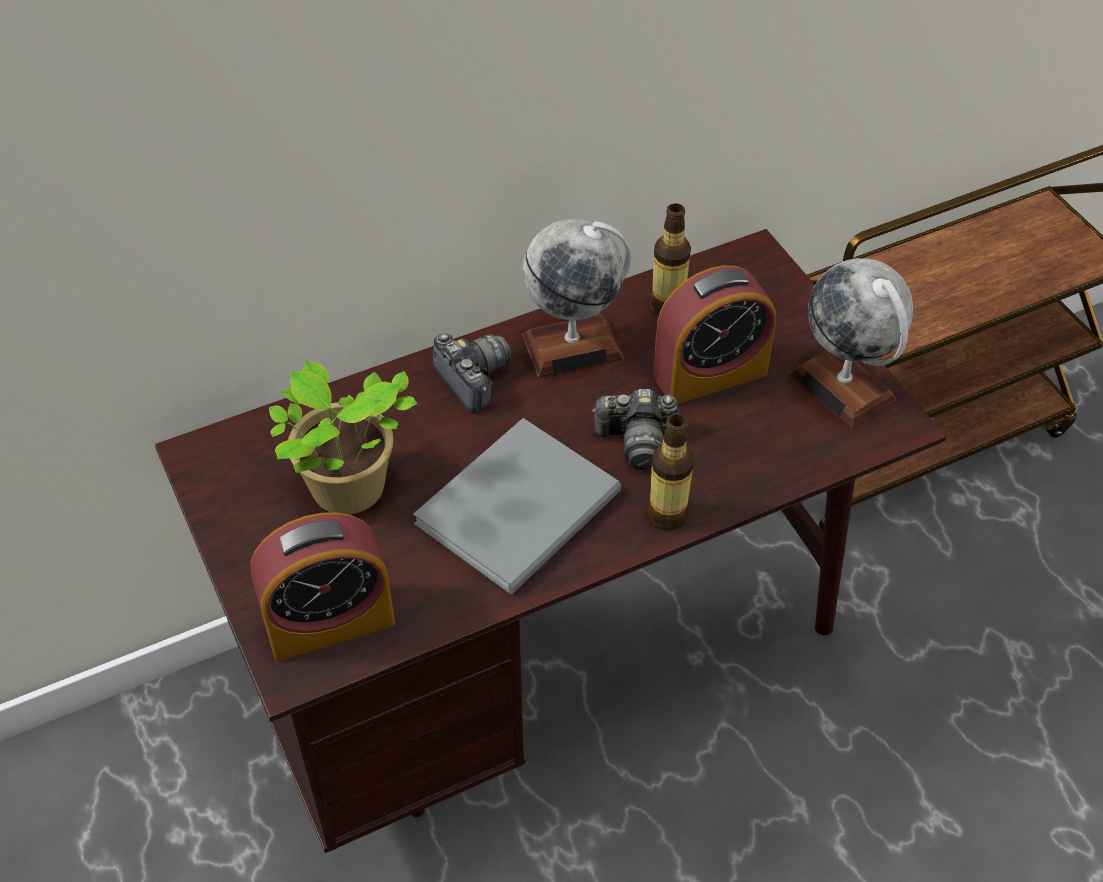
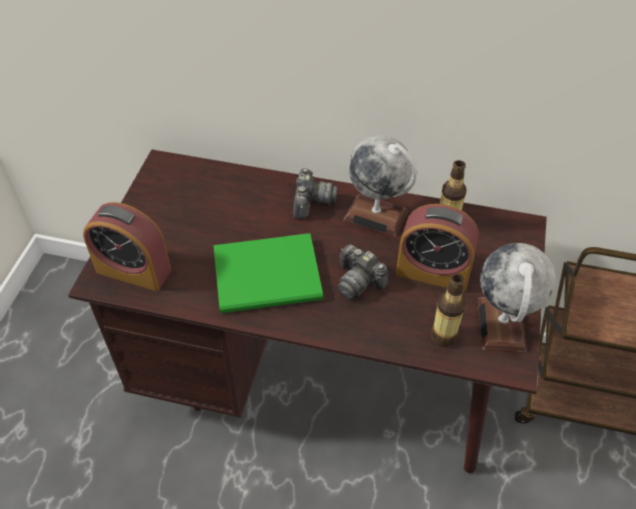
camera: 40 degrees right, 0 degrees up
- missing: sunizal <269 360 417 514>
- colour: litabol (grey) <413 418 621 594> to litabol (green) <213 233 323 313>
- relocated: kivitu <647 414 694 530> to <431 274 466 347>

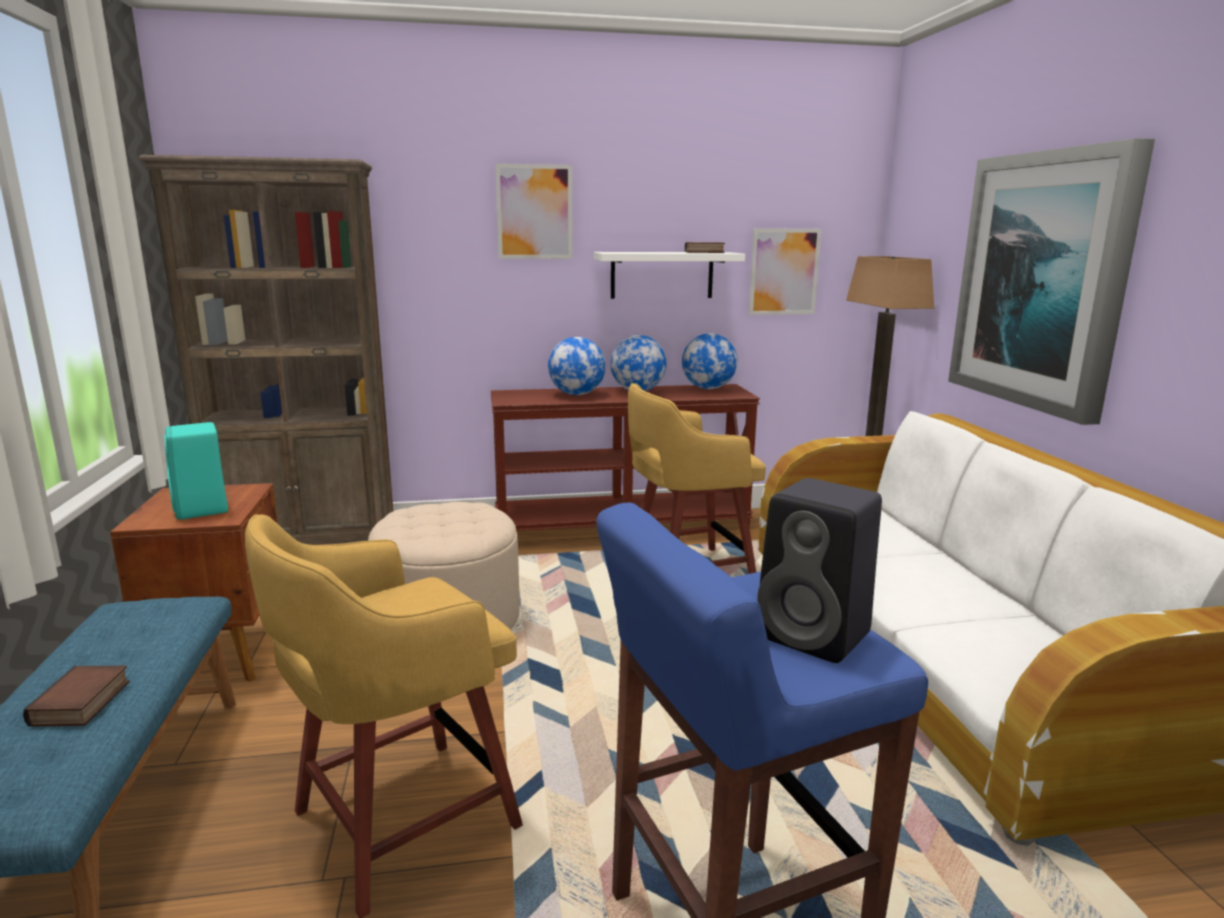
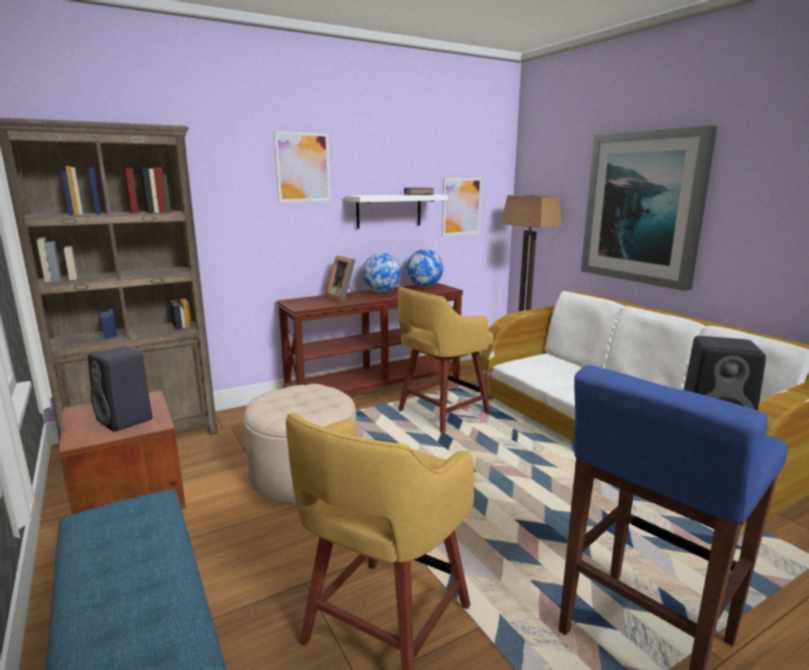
camera: 20 degrees left, 0 degrees up
- missing: litabol <23 666 130 727>
- colour: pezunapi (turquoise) <164 422 228 520> to pezunapi (black) <88 346 153 432>
- exchanged: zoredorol <548 337 606 395> to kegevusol <326 255 356 302>

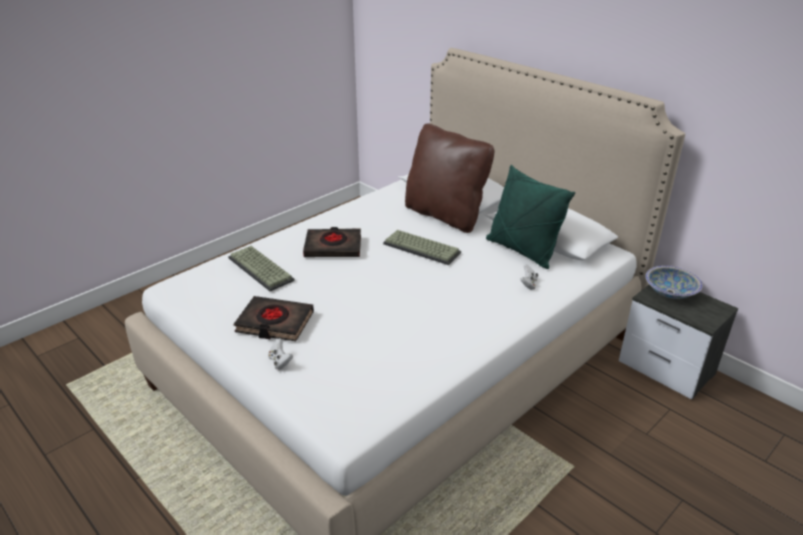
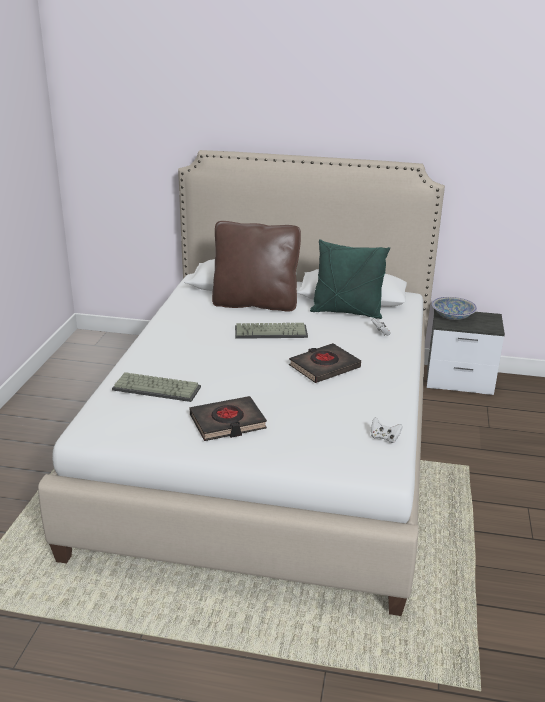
camera: 35 degrees left, 5 degrees down
- relocated: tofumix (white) <268 338 293 370> to <371 417 403 443>
- relocated: litabol (black) <303 227 361 257> to <289 343 361 383>

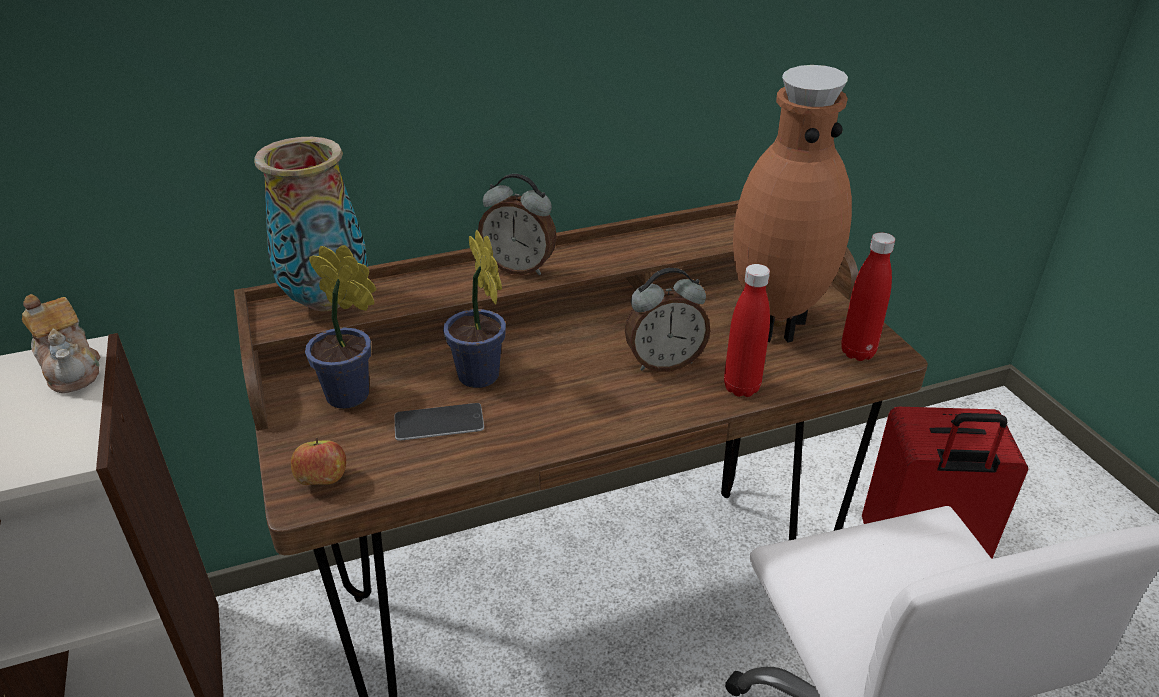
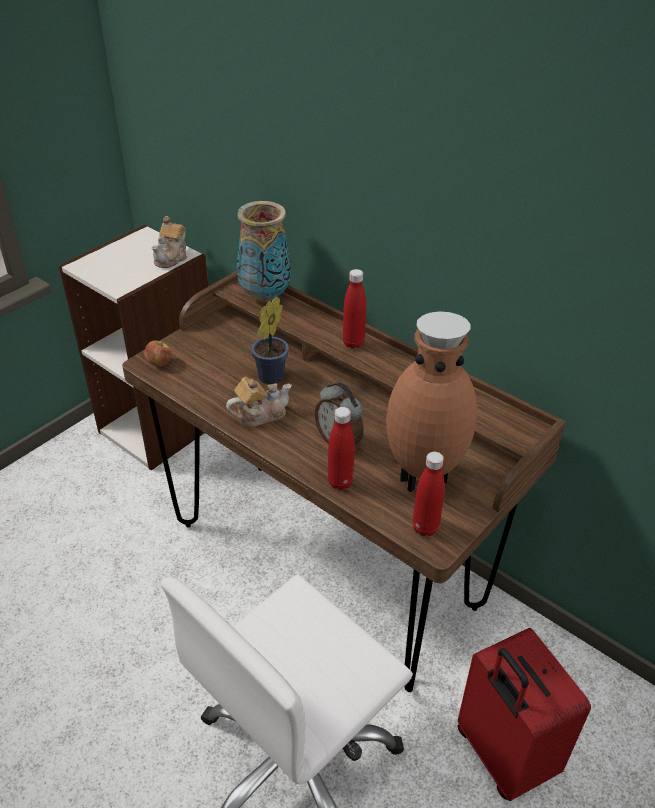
camera: 60 degrees right, 5 degrees up
- missing: sunizal <305 245 377 409>
- missing: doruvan <395 403 484 441>
- exchanged: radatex <478 174 557 275> to kivitu (red) <343 269 366 349>
- appeared: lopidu <226 377 292 427>

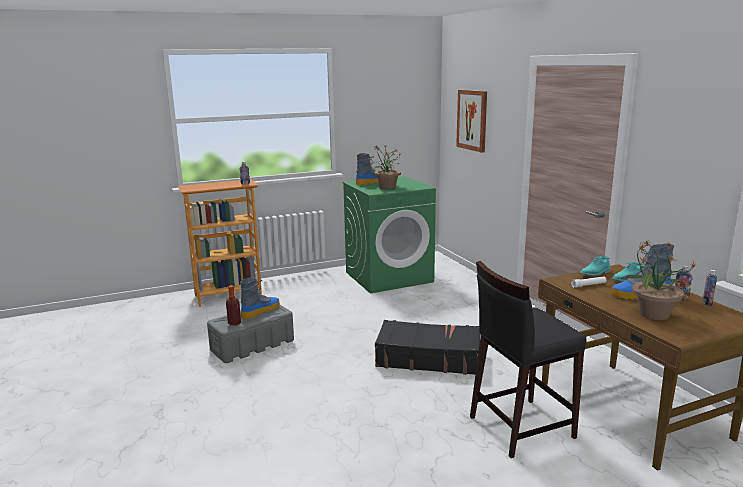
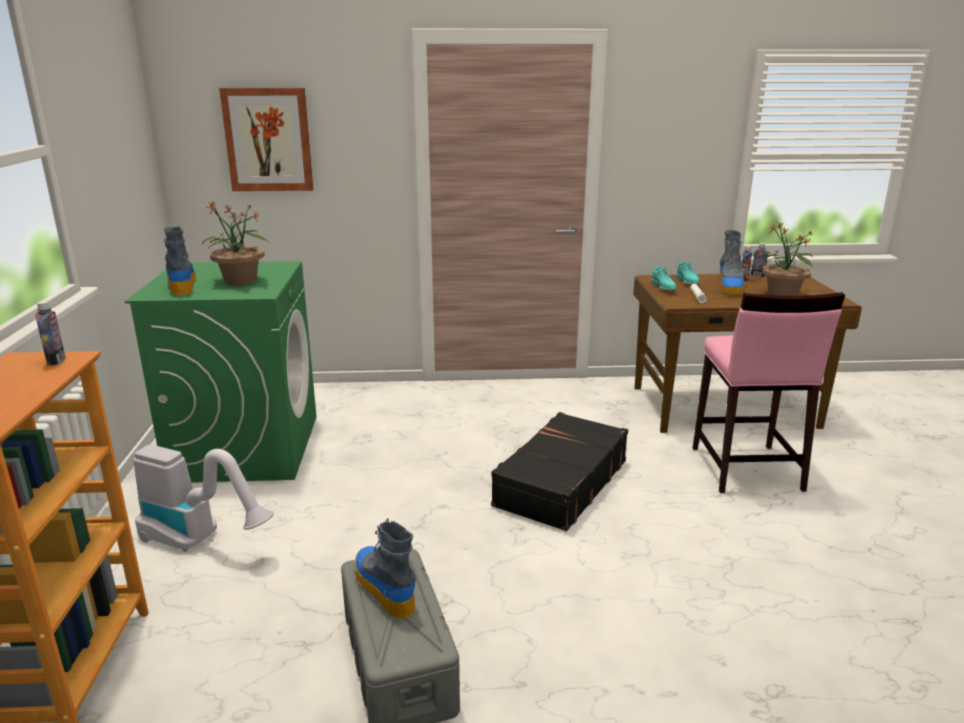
camera: 70 degrees left, 5 degrees up
- missing: kivitu <226 285 241 326>
- colour: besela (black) <470 261 586 458> to besela (pink) <693 292 845 493>
- appeared: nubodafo <133 445 274 552>

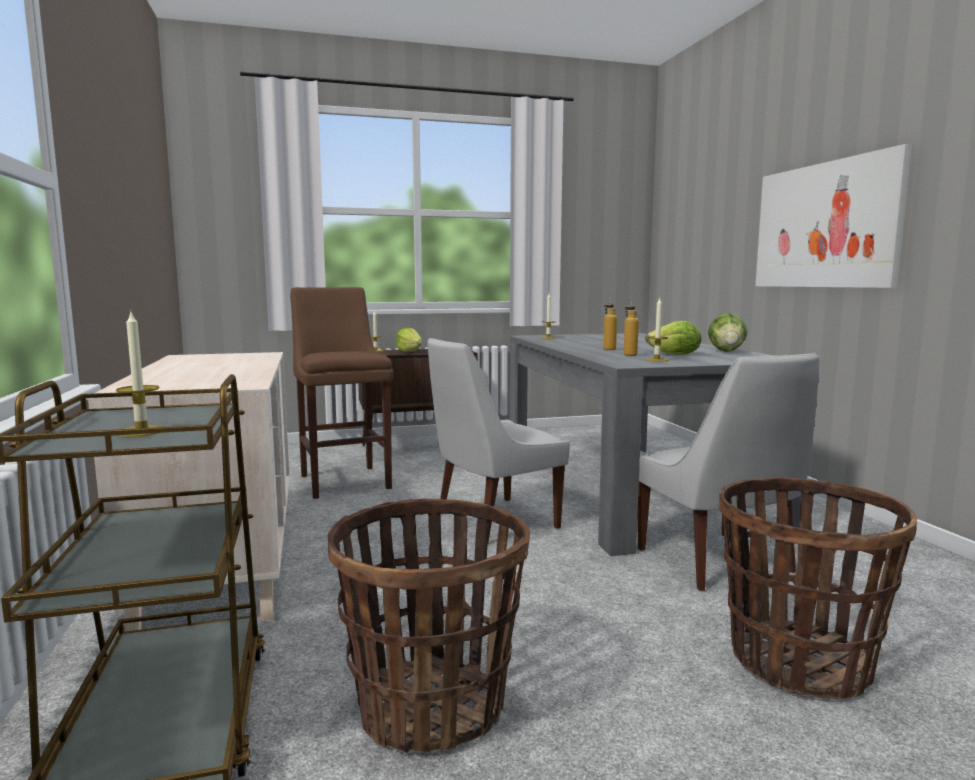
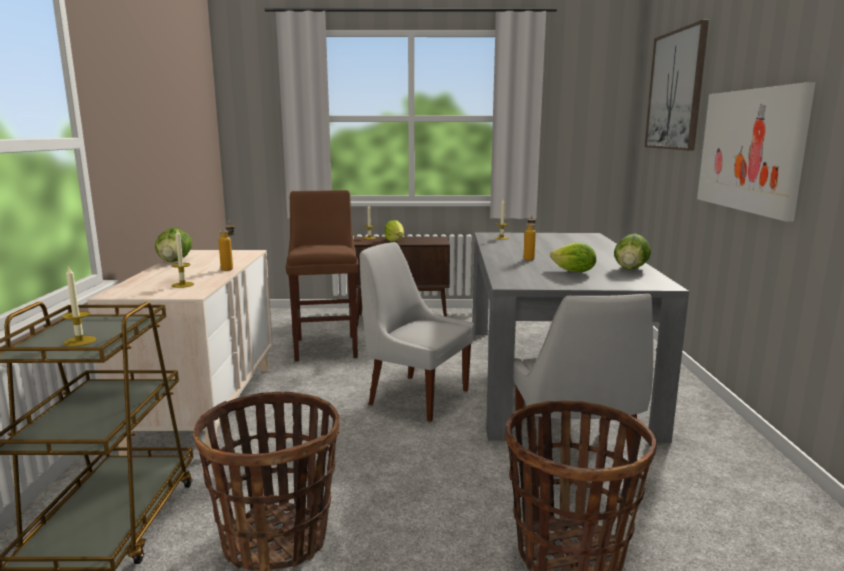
camera: 15 degrees right, 5 degrees up
- spun: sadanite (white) <428 338 570 542> = <360 242 474 422> 45 degrees clockwise
- relocated: kivitu <624 300 639 356> to <218 221 235 271>
- relocated: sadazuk <645 297 669 362> to <171 230 194 288>
- appeared: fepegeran <155 227 192 262>
- appeared: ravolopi <645 20 709 151>

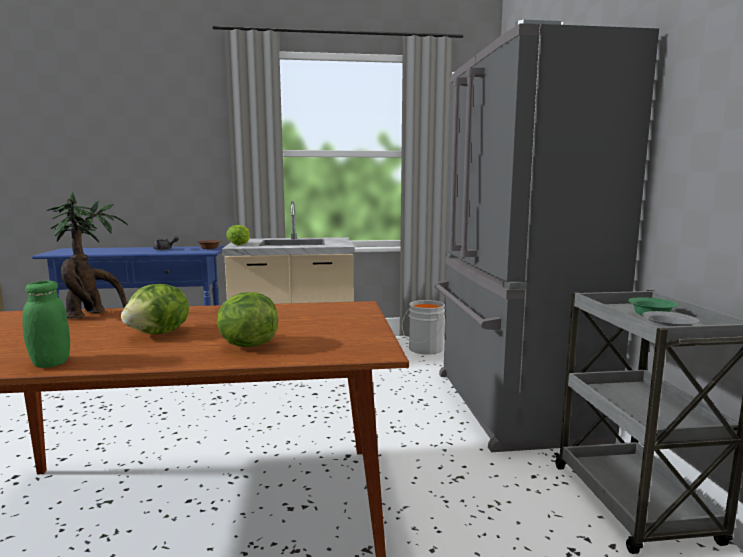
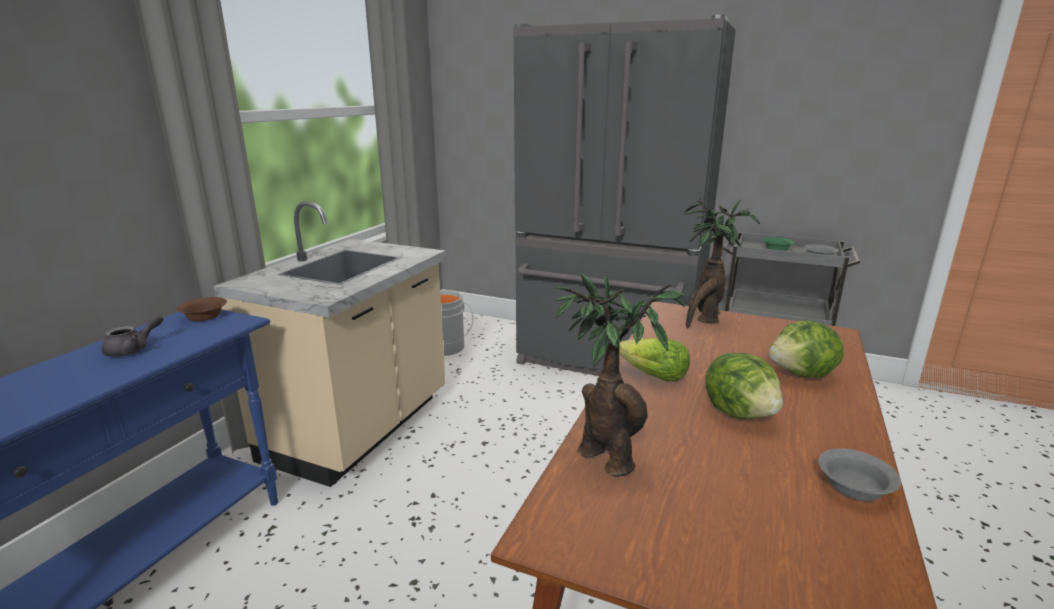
camera: 60 degrees left, 10 degrees up
- exchanged: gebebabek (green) <22 281 70 368> to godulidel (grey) <818 448 901 501>
- relocated: fepegeran <226 225 250 245> to <619 338 690 381>
- appeared: sunizal <685 197 760 328>

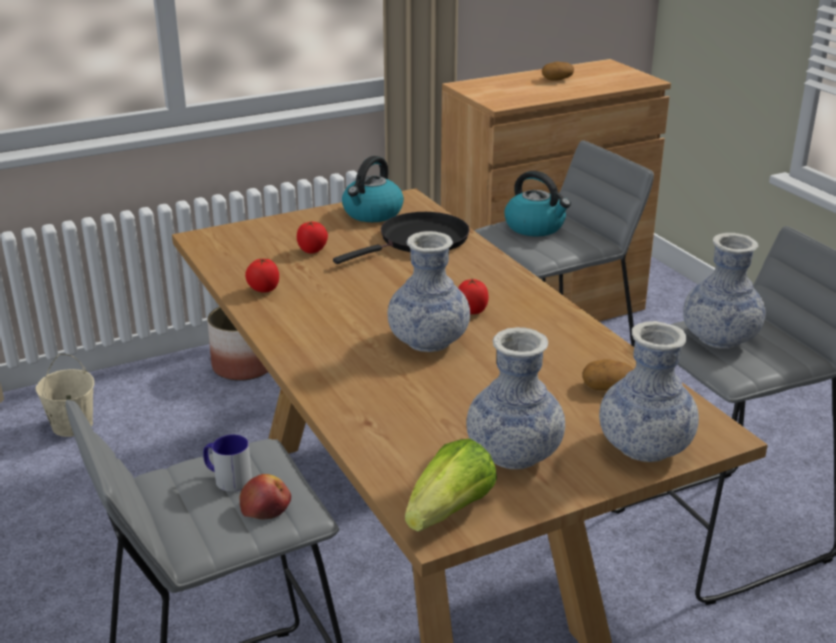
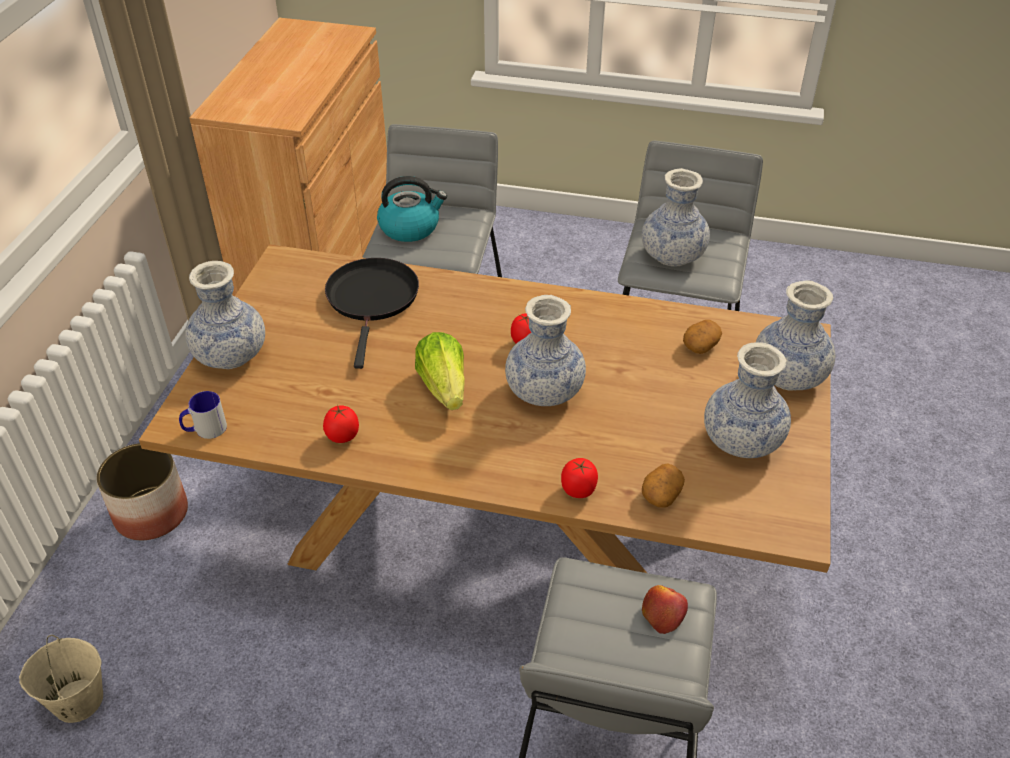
camera: 50 degrees left, 15 degrees up
- relocated: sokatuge <203 434 252 492> to <179 391 227 439>
- relocated: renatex <297 221 328 254> to <561 458 598 498>
- missing: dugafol <342 156 404 222>
- relocated: fepegeran <405 439 497 532> to <415 332 465 410>
- relocated: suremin <542 62 574 81> to <642 464 685 508>
- appeared: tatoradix <185 261 265 369>

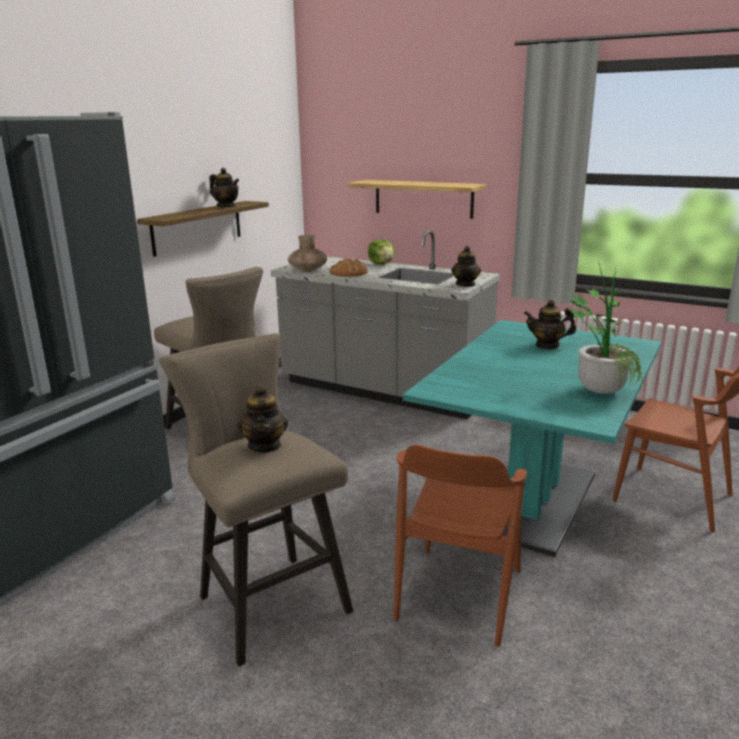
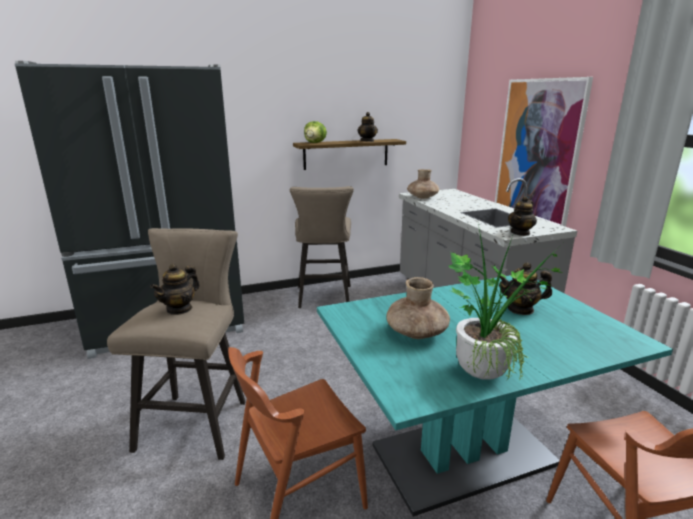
camera: 40 degrees right, 0 degrees up
- missing: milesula <329 258 368 276>
- exchanged: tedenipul <347 180 487 219> to ravolopi <495 77 593 227>
- relocated: fepegeran <368 239 395 265> to <304 121 327 143>
- spun: lopidu <524 300 576 349> = <497 262 552 315> 45 degrees counterclockwise
- appeared: tatoradix (brown) <386 277 450 339>

